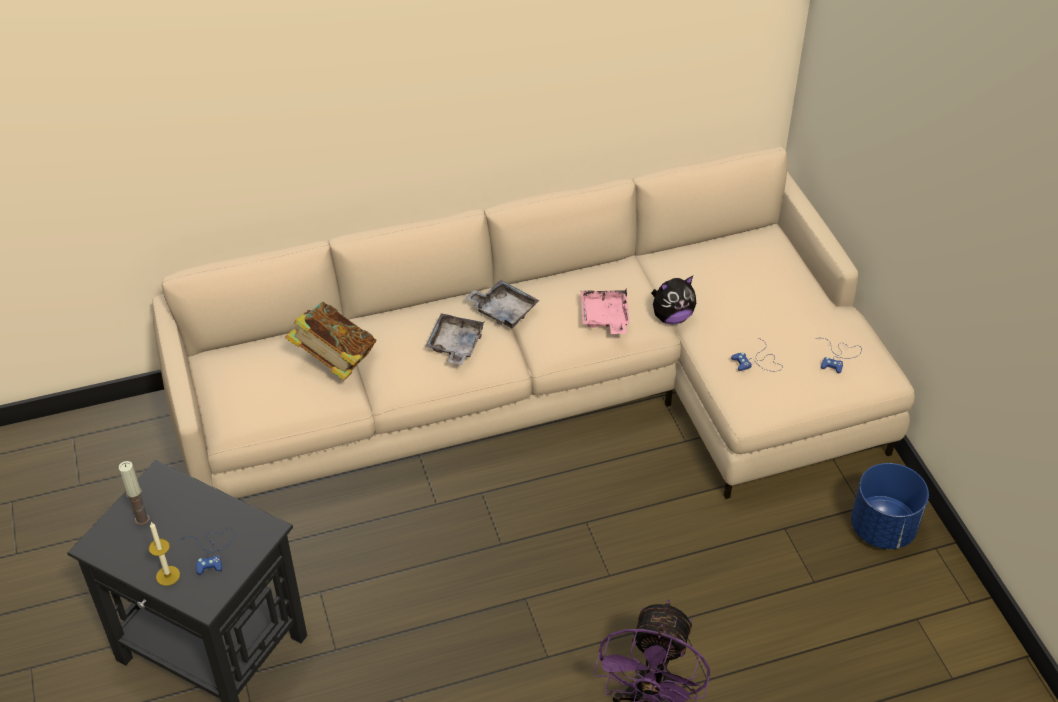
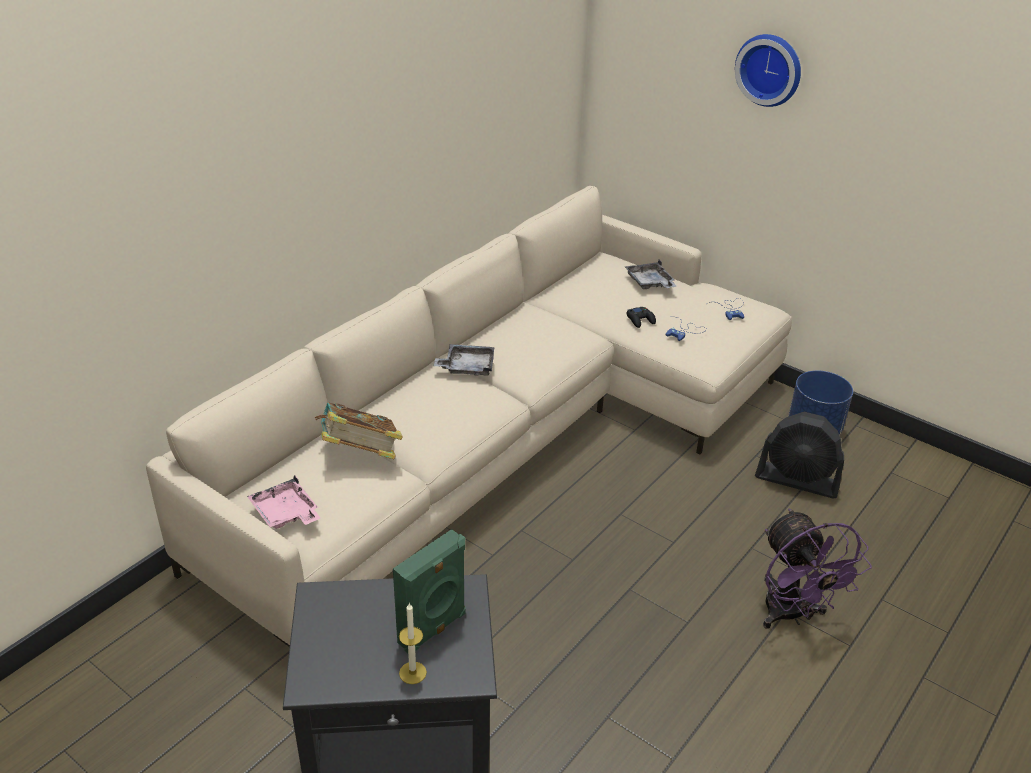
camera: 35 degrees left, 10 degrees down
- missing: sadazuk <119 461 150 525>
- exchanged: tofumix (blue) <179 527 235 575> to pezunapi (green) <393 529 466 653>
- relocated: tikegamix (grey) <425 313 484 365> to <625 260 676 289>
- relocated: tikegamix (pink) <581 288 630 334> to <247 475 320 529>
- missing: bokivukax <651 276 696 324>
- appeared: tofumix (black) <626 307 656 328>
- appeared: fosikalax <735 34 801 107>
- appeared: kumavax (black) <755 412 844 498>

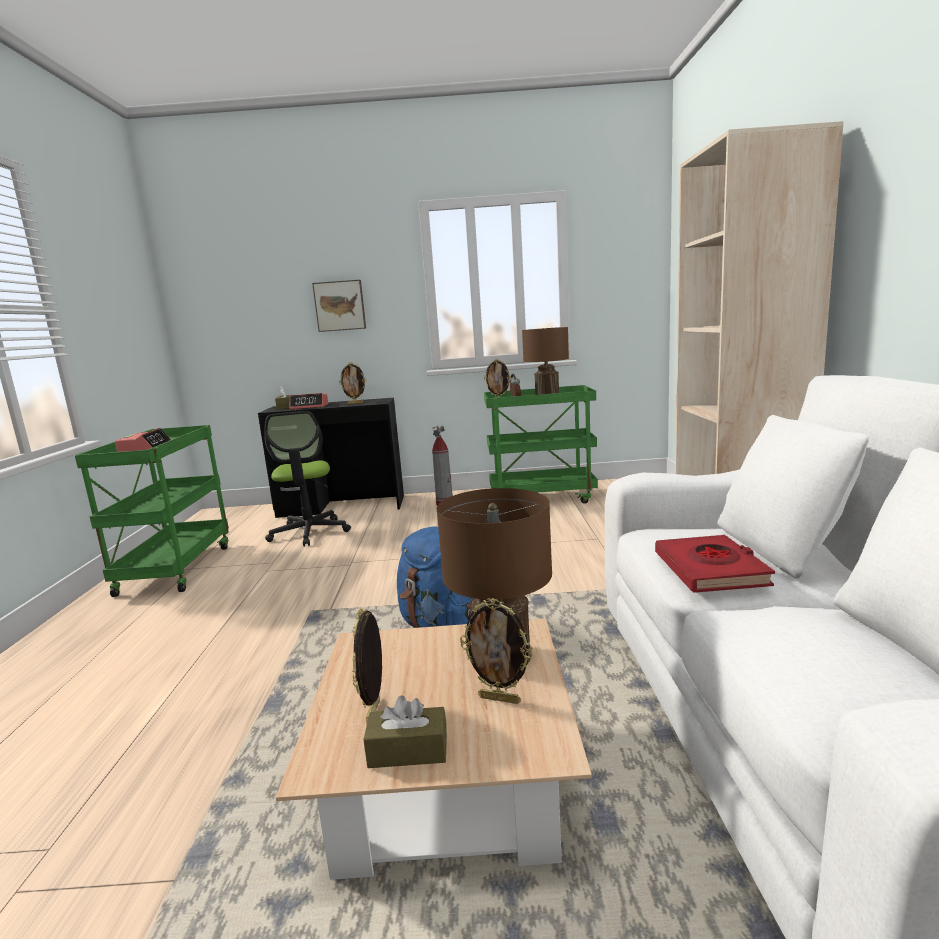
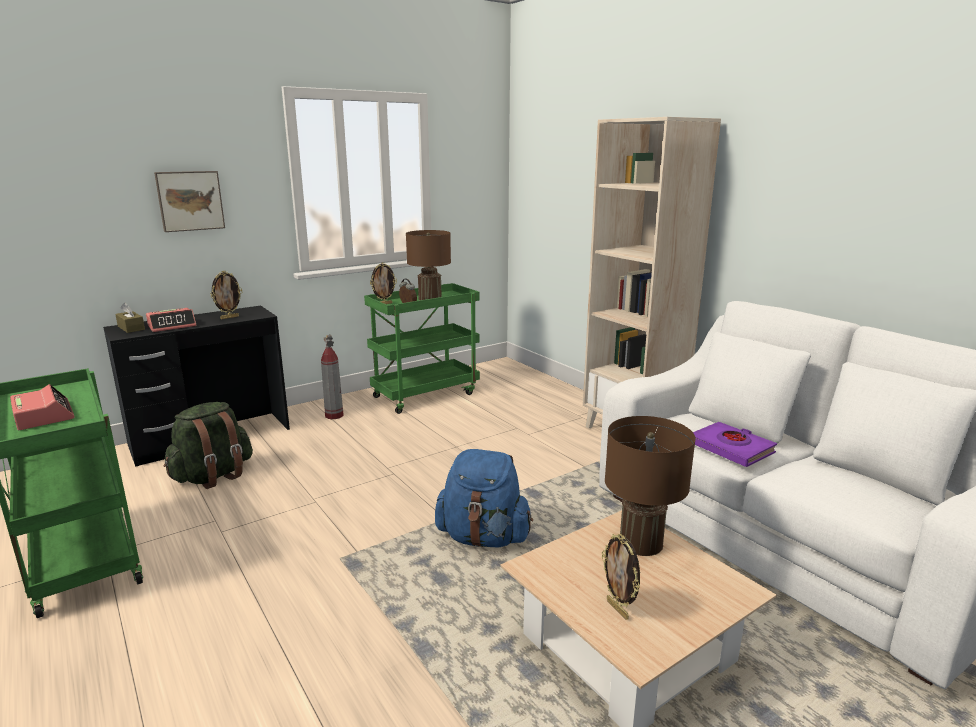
camera: 35 degrees left, 5 degrees up
- exchanged: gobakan <264 411 351 546> to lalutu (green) <164 402 253 489>
- missing: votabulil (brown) <363 695 447 768>
- missing: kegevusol <460 598 533 704>
- colour: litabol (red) <655 535 775 593> to litabol (purple) <693 422 777 467>

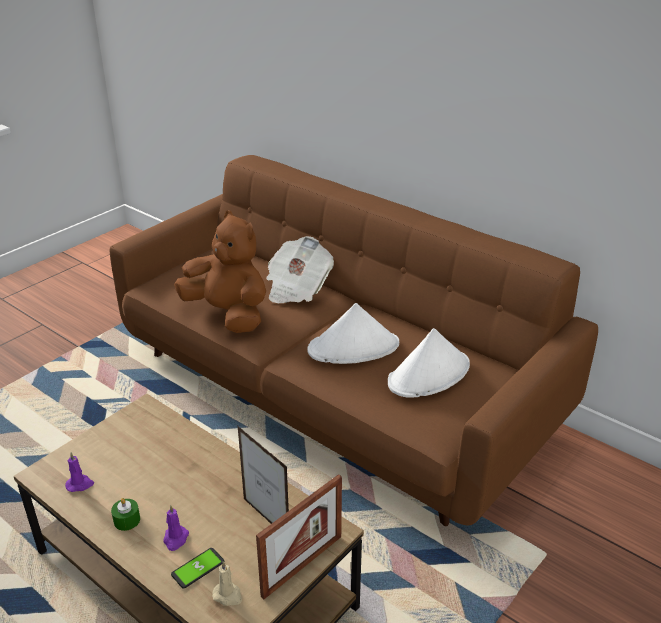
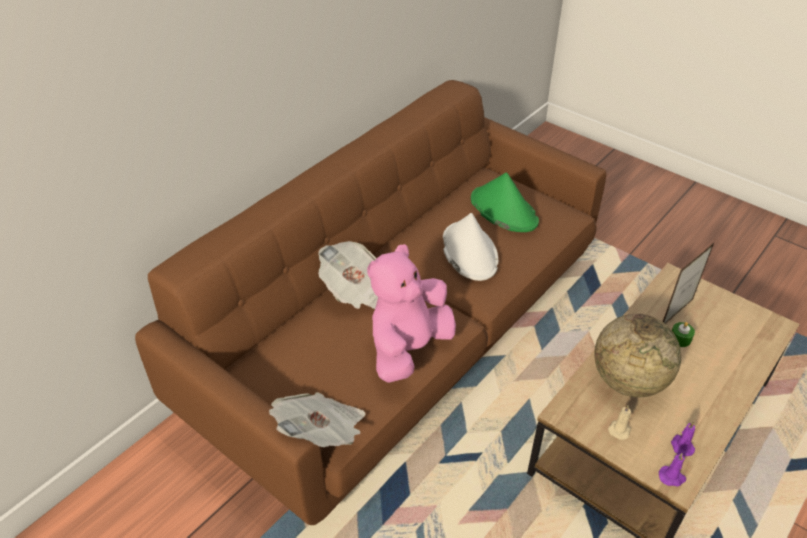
camera: 90 degrees left, 10 degrees up
- relocated: sadazuk (green) <111 498 140 531> to <672 322 695 347>
- relocated: sadazuk (purple) <163 505 189 551> to <659 453 686 486>
- missing: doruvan <171 548 224 589>
- colour: bokivukax (brown) <174 211 266 333> to bokivukax (pink) <367 244 456 383>
- relocated: sadazuk (beige) <212 561 242 606> to <608 406 631 440>
- missing: kegevusol <256 474 342 599>
- colour: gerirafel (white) <388 328 470 398> to gerirafel (green) <471 172 539 232>
- appeared: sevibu <269 392 366 447>
- appeared: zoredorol <594 314 681 397>

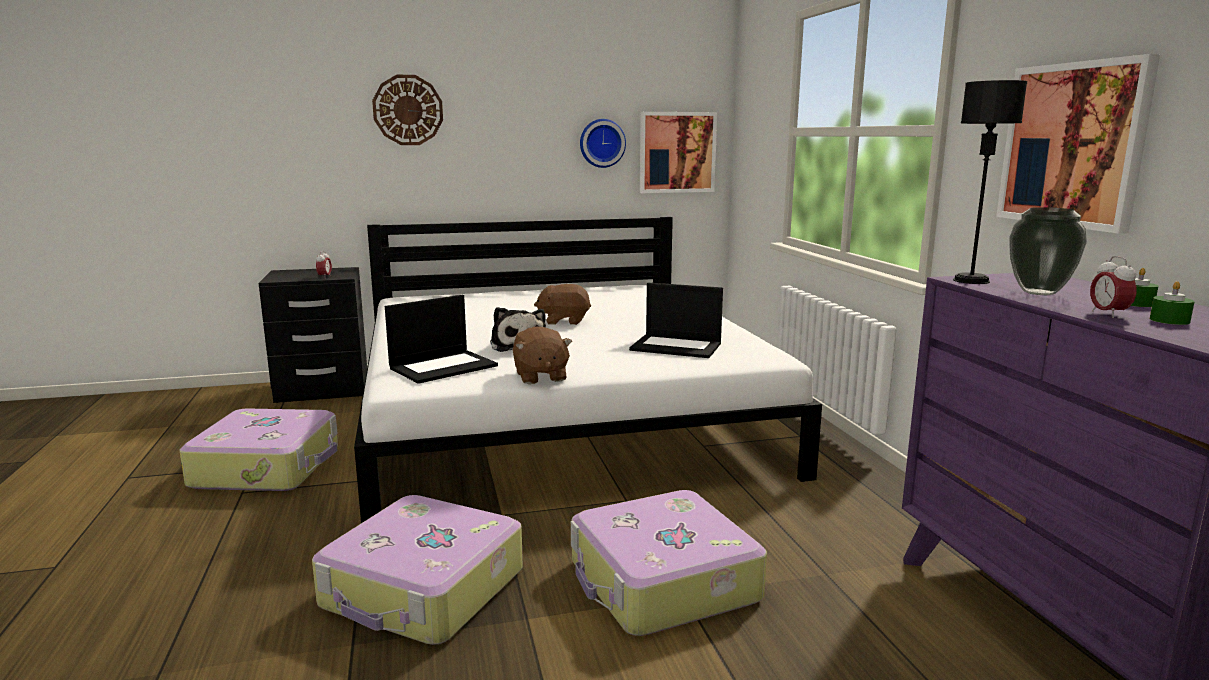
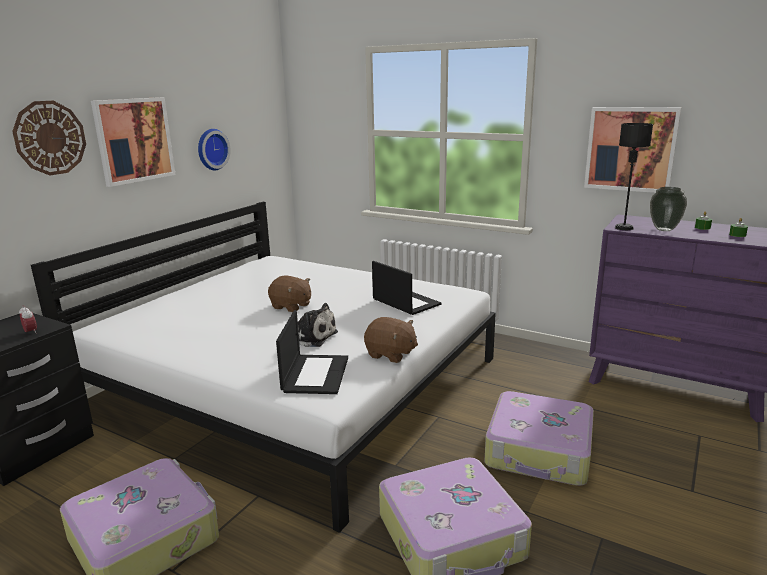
camera: 45 degrees left, 5 degrees up
- spun: bokivukax (brown) <534 284 591 325> = <268 276 311 312> 105 degrees counterclockwise
- spun: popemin <629 283 723 358> = <372 261 442 315> 105 degrees counterclockwise
- relocated: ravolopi <640 112 717 193> to <91 97 176 187>
- missing: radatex <1090 256 1137 318>

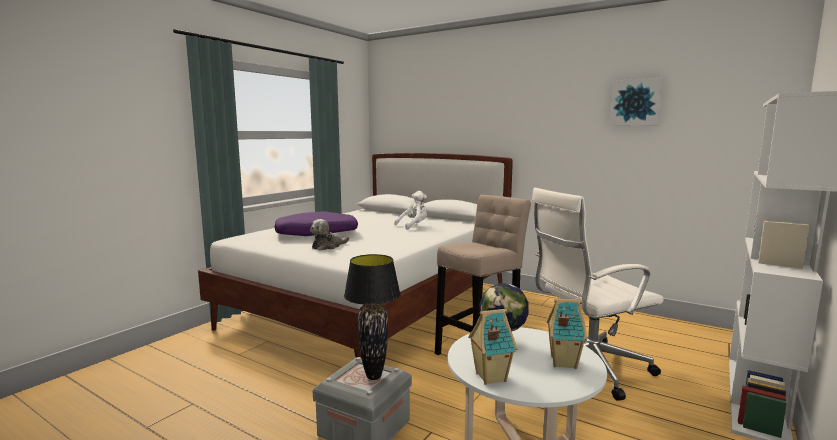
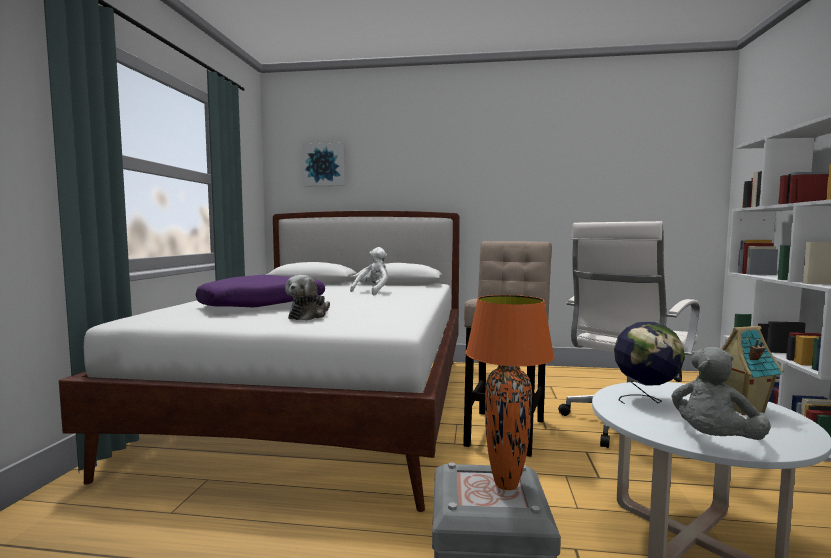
camera: 25 degrees left, 5 degrees down
- colour: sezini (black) <344 254 401 380> to sezini (orange) <466 295 555 490>
- exchanged: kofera <468 309 518 385> to bokivukax (grey) <671 347 771 440>
- relocated: ravolopi <610 78 663 126> to <303 143 345 186>

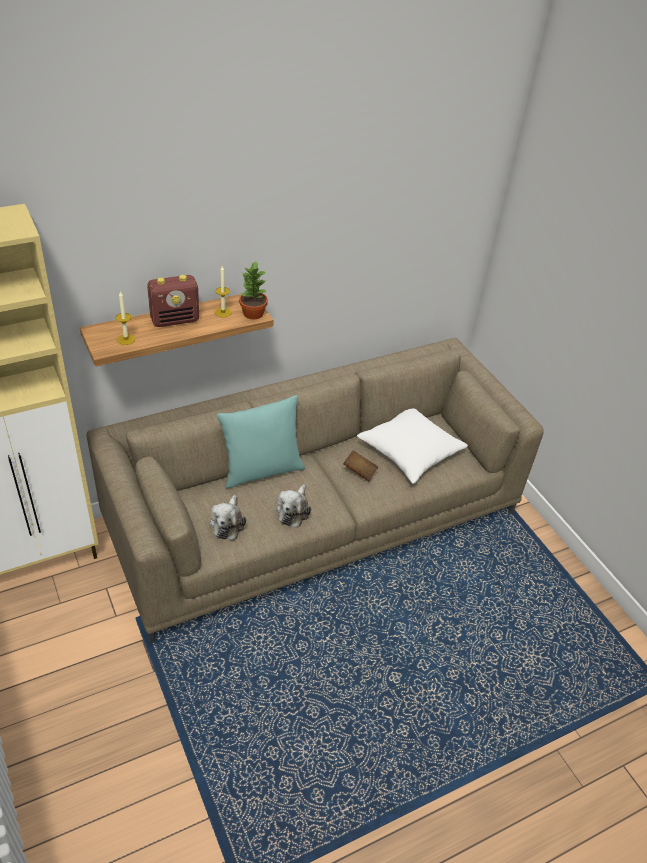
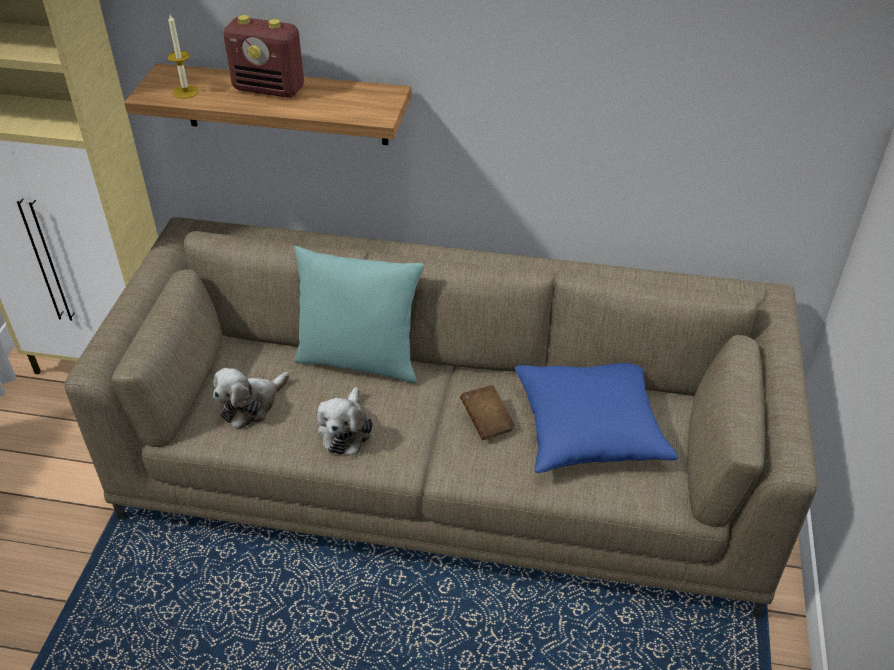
camera: 40 degrees right, 0 degrees up
- missing: sadazuk <215 266 232 318>
- missing: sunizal <239 261 268 319>
- spun: bokivukax <276 484 311 528> = <318 387 372 455> 45 degrees counterclockwise
- colour: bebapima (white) <357 409 468 484> to bebapima (blue) <515 363 678 473>

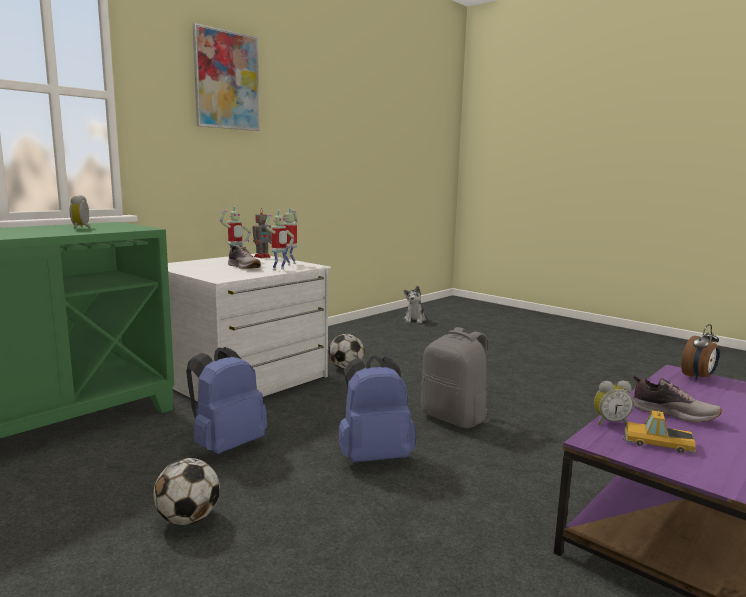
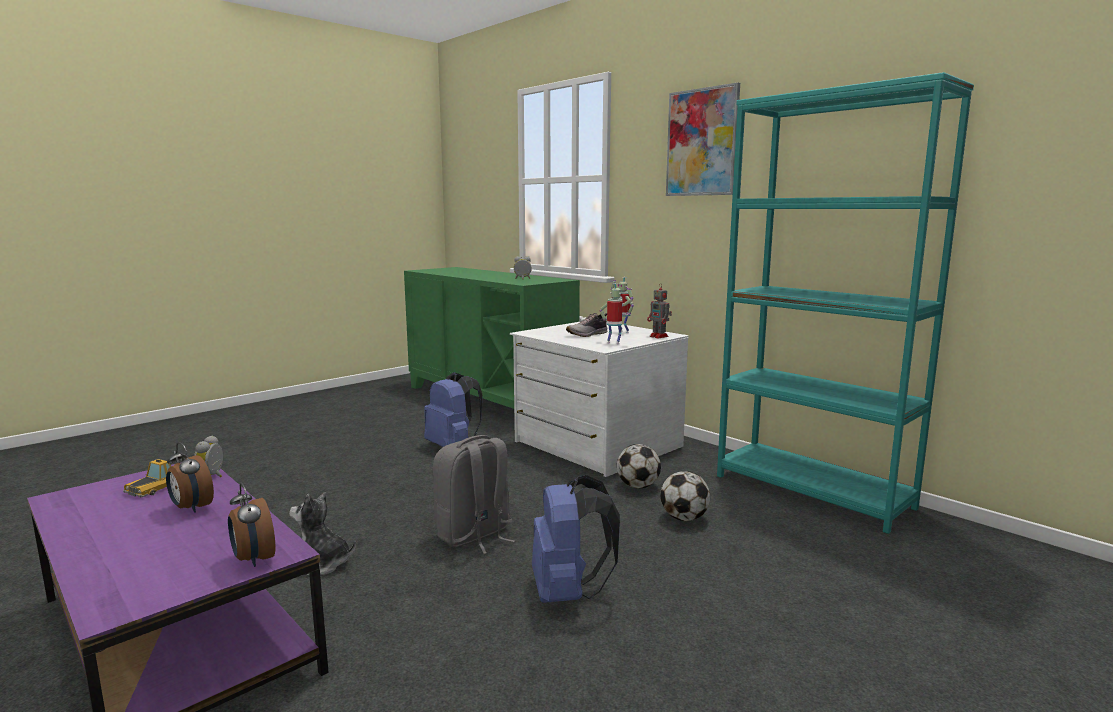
camera: 95 degrees right, 0 degrees up
- relocated: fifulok <154 458 220 525> to <660 471 710 521>
- missing: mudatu <265 210 295 270>
- relocated: lalutu (blue) <339 355 416 463> to <532 475 620 603>
- relocated: bokivukax <404 286 426 323> to <289 492 356 575>
- exchanged: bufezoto <633 375 722 423> to radatex <166 442 214 513>
- appeared: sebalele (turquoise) <717 72 974 534>

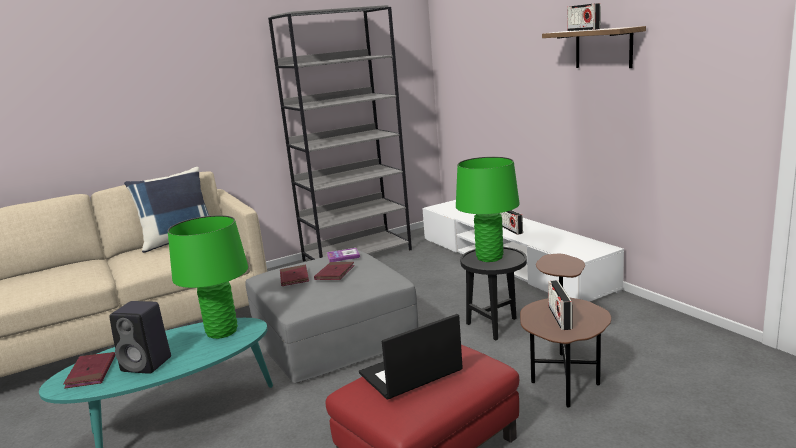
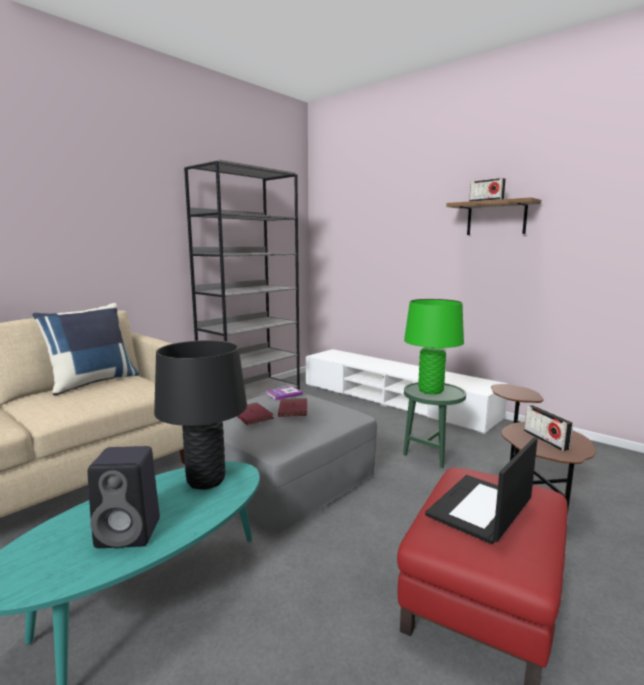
camera: 20 degrees left, 5 degrees down
- missing: litabol (red) <63 352 115 389>
- colour: sezini (green) <168 215 248 339> to sezini (black) <154 340 247 490>
- colour: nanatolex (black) <460 247 527 341> to nanatolex (green) <403 382 466 468>
- missing: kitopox <500 210 523 235>

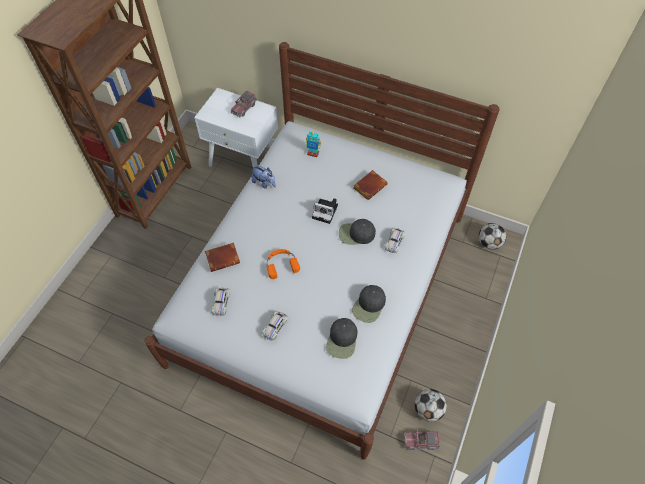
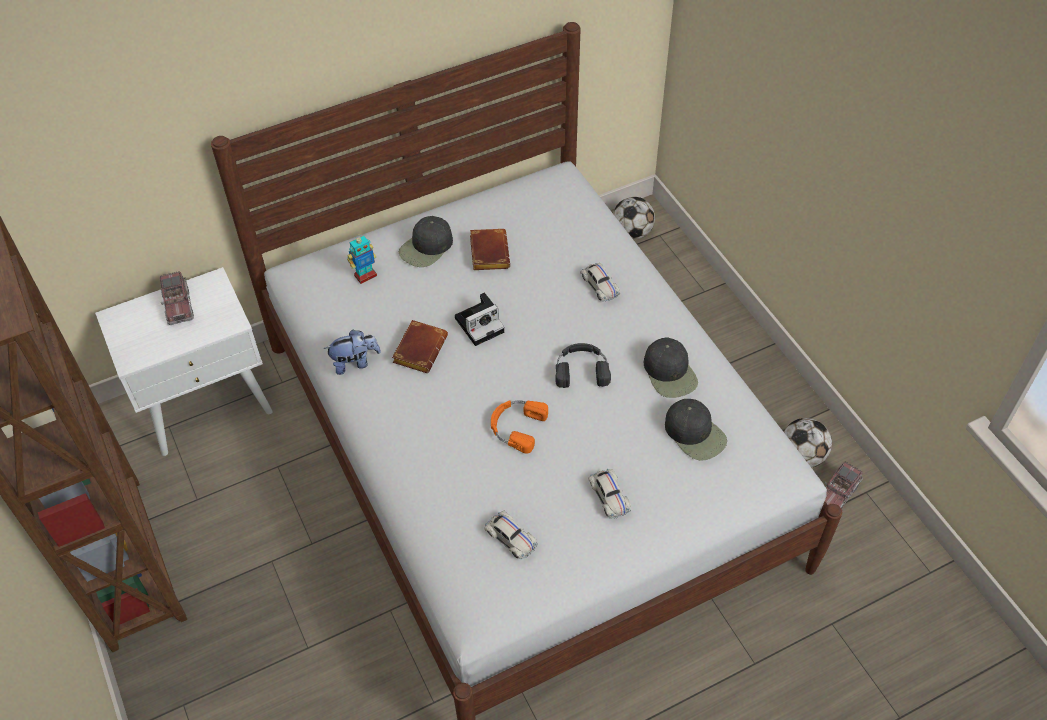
camera: 50 degrees left, 5 degrees down
- relocated: litabol (brown) <205 242 240 272> to <392 320 448 373>
- relocated: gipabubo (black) <339 219 376 245> to <399 216 453 267>
- appeared: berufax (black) <555 343 611 388>

